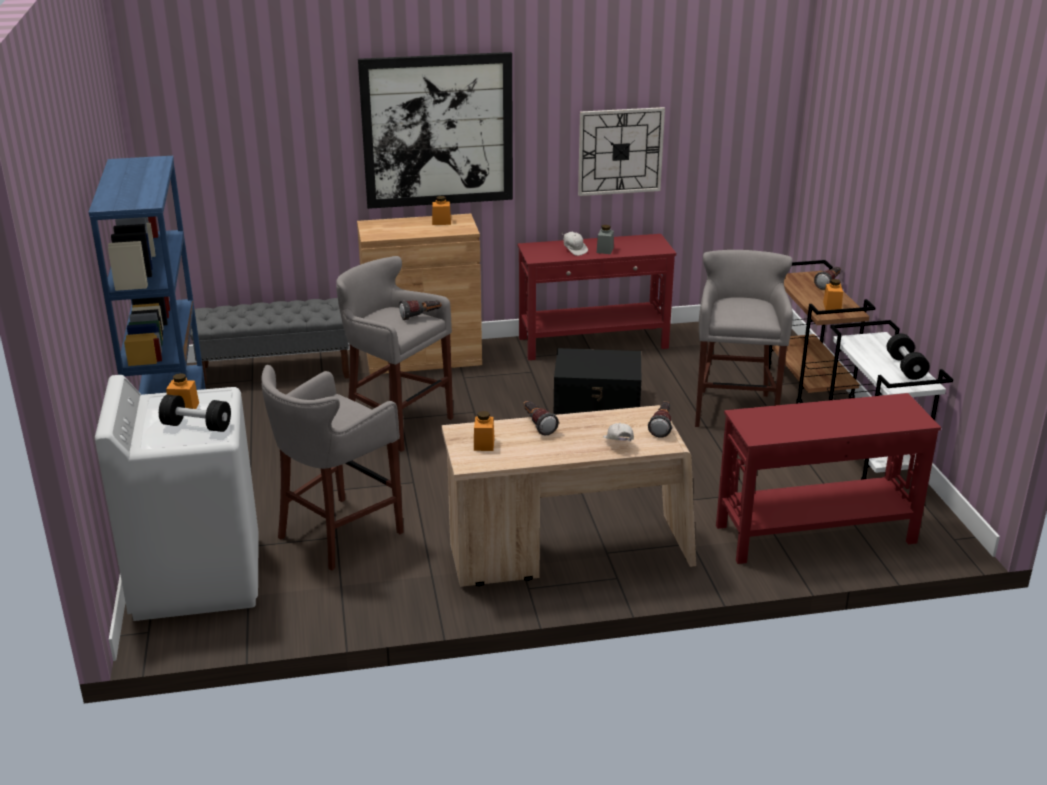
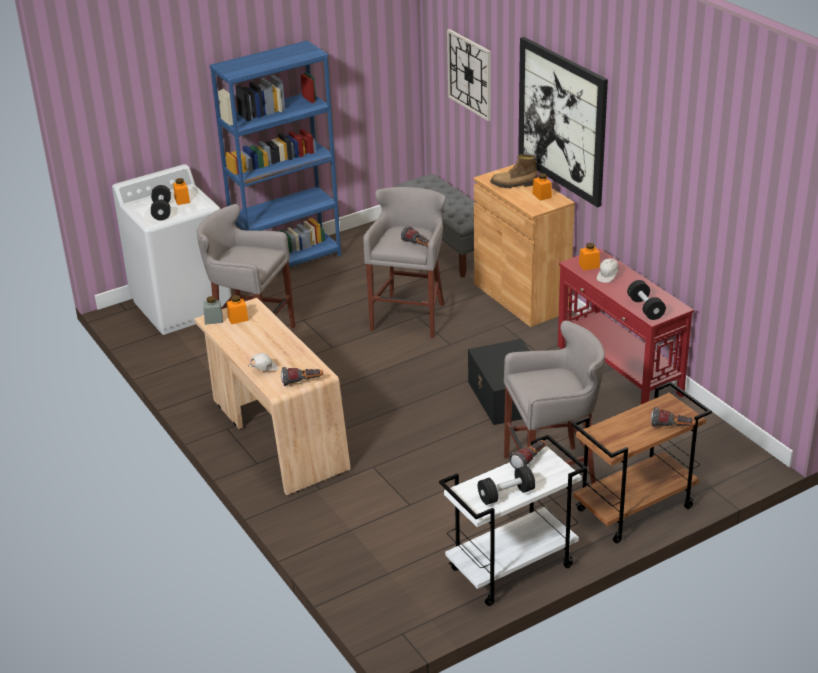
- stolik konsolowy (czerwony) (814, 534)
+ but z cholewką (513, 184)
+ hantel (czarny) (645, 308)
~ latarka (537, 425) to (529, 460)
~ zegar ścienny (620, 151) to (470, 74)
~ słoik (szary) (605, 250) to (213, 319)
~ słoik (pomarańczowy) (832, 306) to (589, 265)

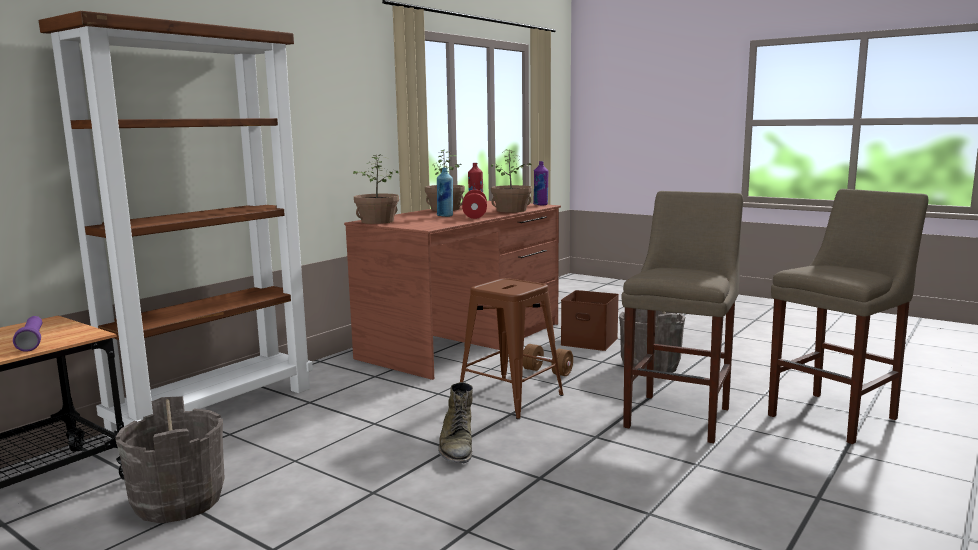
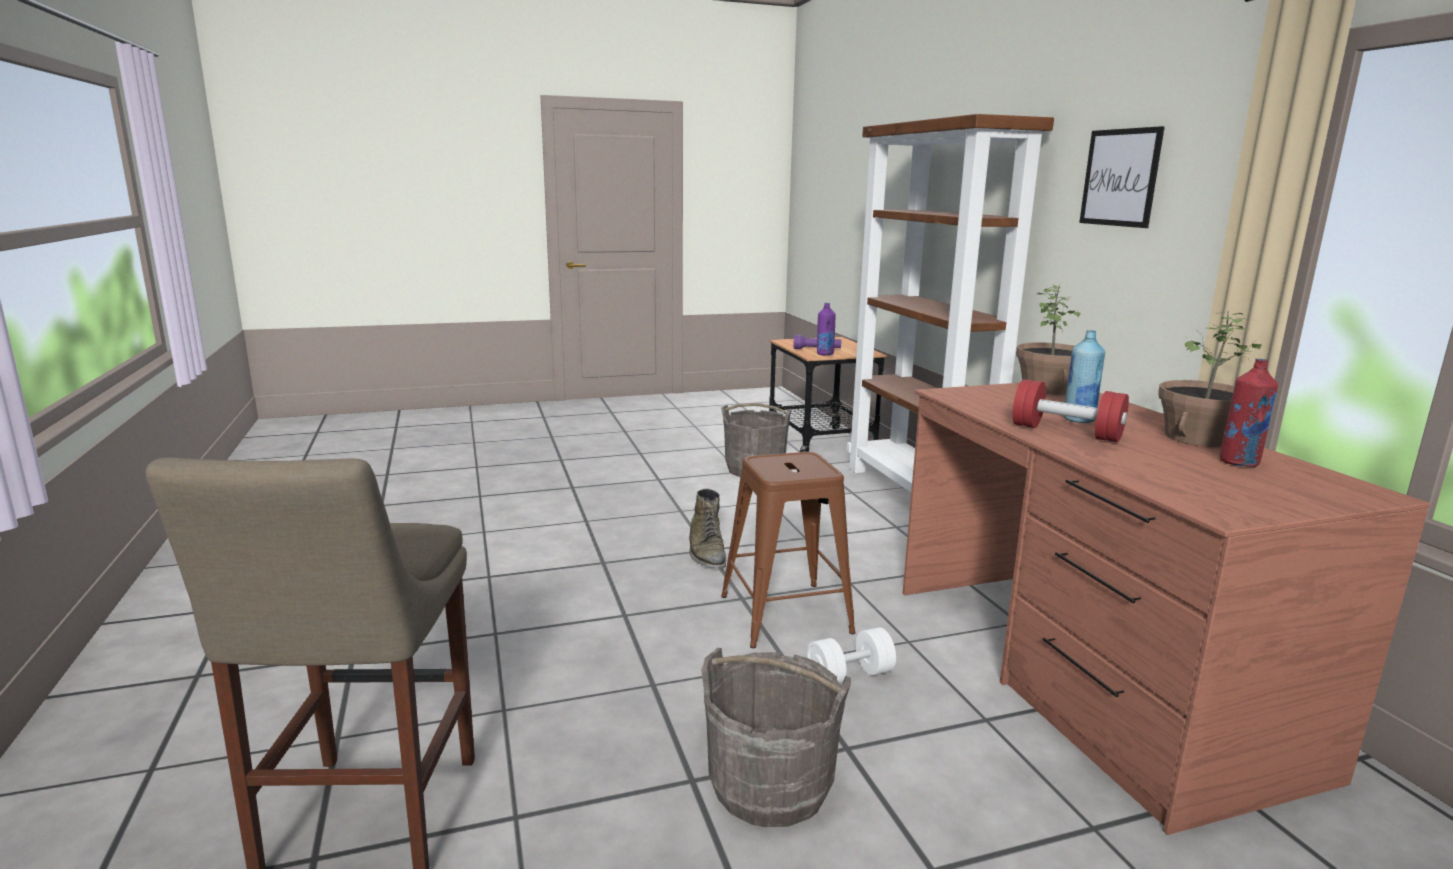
- roślina doniczkowa (511, 210)
- pojemnik do przechowywania (brązowy) (590, 341)
- stołek (beżowy) (680, 415)
+ obraz (1120, 177)
~ butelka (fioletowy) (540, 204) to (824, 354)
~ hantel (brązowy) (547, 372) to hantel (biały) (849, 676)
~ but z cholewką (zielony) (457, 446) = (706, 553) 135 degrees counterclockwise

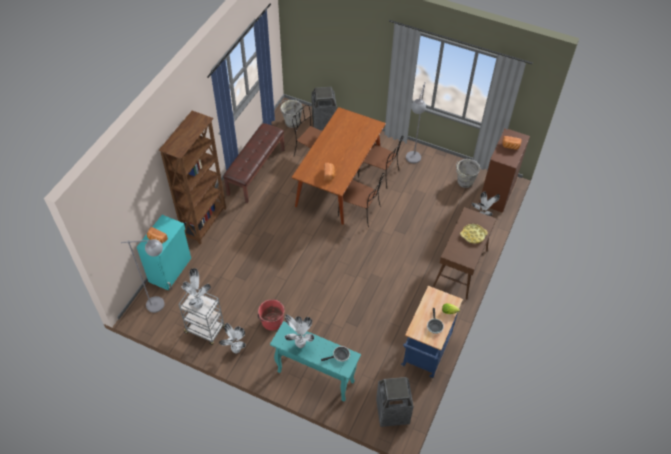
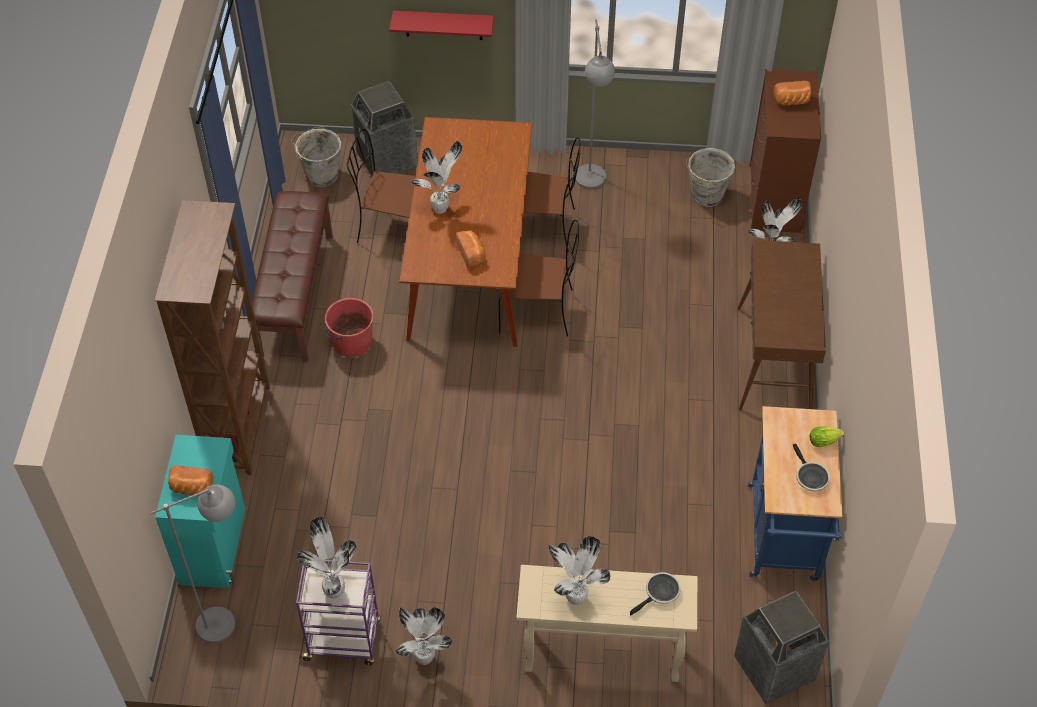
- taca (żółty) (473, 235)
+ półka (czerwony) (443, 25)
+ roślina doniczkowa (441, 208)
~ wiadro (czerwony) (272, 321) to (351, 342)
~ wózek (szary) (205, 330) to wózek (fioletowy) (343, 640)
~ stolik konsolowy (turkusowy) (315, 376) to stolik konsolowy (beżowy) (600, 655)

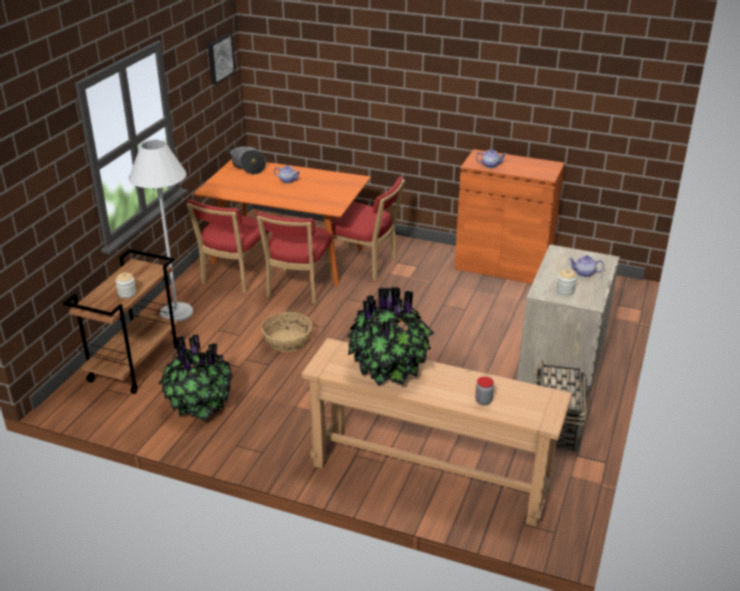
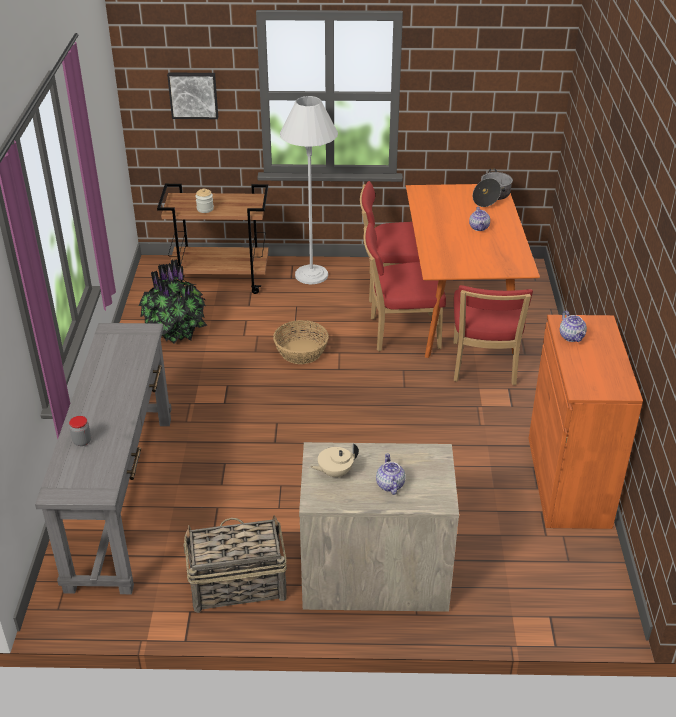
- roślina doniczkowa (389, 370)
~ obraz (219, 58) to (193, 94)
~ słoik (565, 291) to imbryk (beżowy) (334, 472)
~ stolik konsolowy (brązowy) (429, 475) to stolik konsolowy (szary) (122, 498)

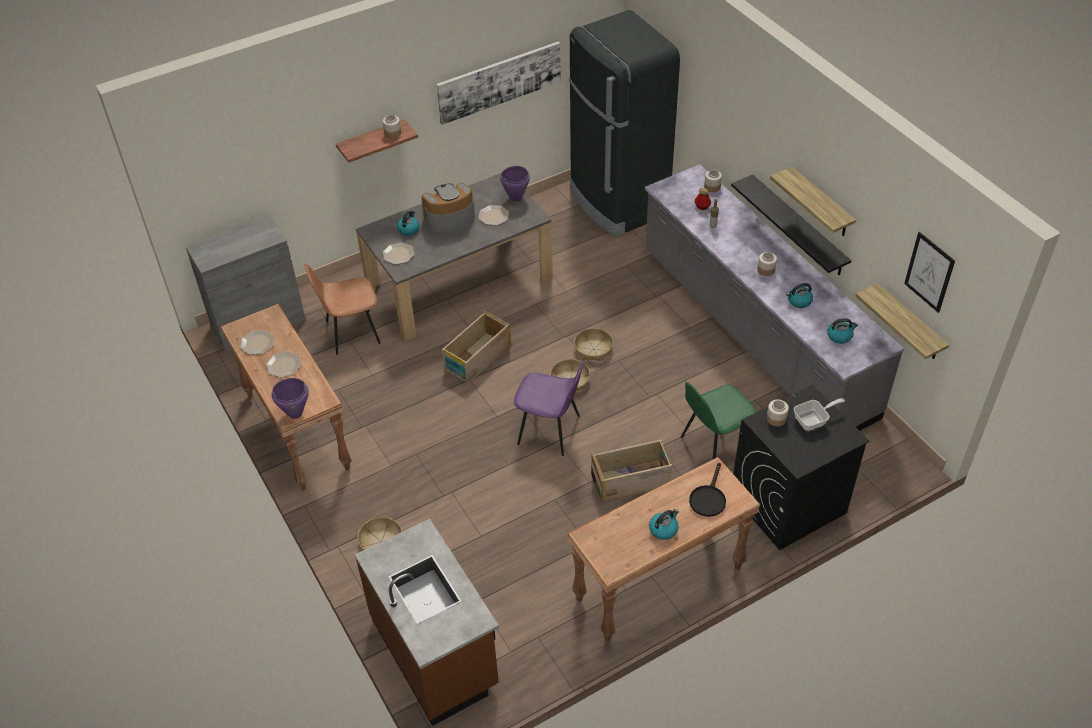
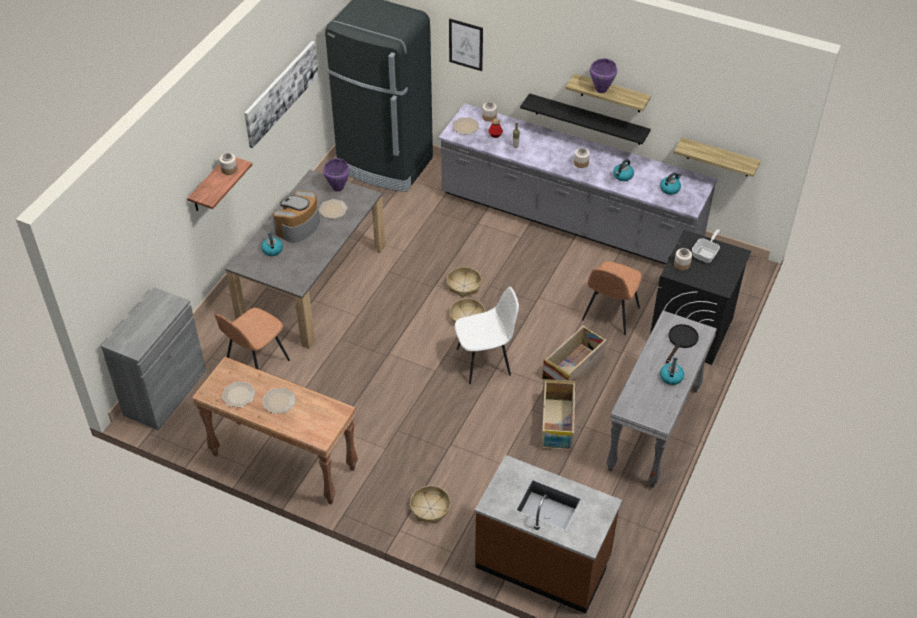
~ garnek (fioletowy) (295, 413) to (601, 90)
~ talerz (398, 254) to (465, 126)
~ skrzynka (477, 358) to (557, 425)
~ obraz (929, 272) to (466, 44)
~ krzesło (fioletowy) (550, 431) to krzesło (biały) (485, 361)
~ stolik konsolowy (brązowy) (659, 585) to stolik konsolowy (szary) (654, 430)
~ krzesło (zielony) (714, 446) to krzesło (brązowy) (610, 315)
~ patelnia (czarny) (708, 498) = (681, 341) 135 degrees counterclockwise

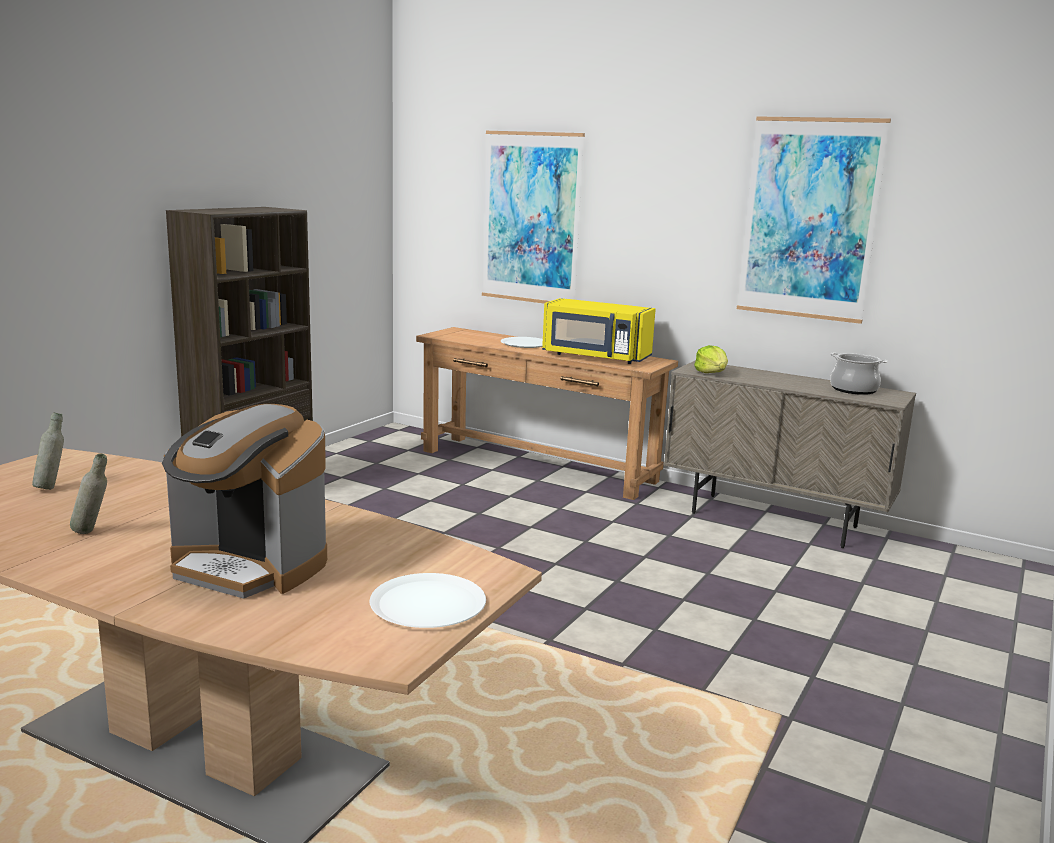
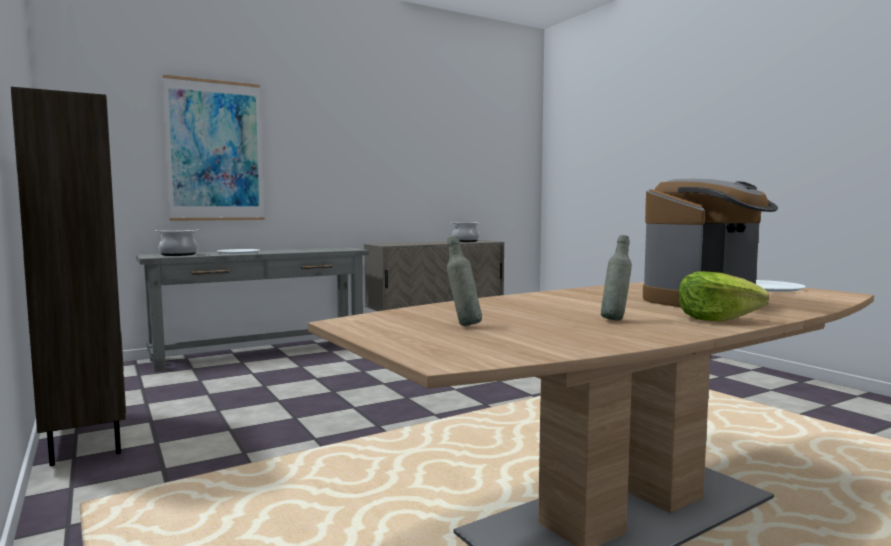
- mikrofalówka (żółty) (595, 357)
- obraz (809, 219)
+ garnek (178, 255)
~ sałata (711, 373) to (716, 319)
~ stolik konsolowy (brązowy) (537, 466) to stolik konsolowy (szary) (261, 352)

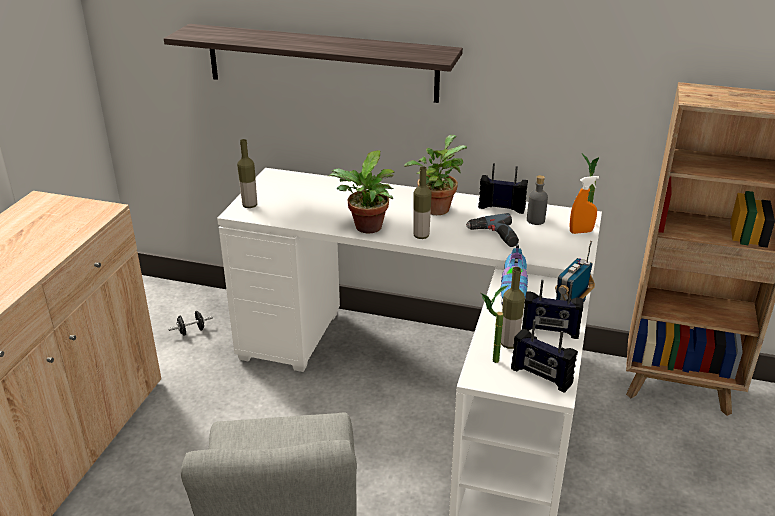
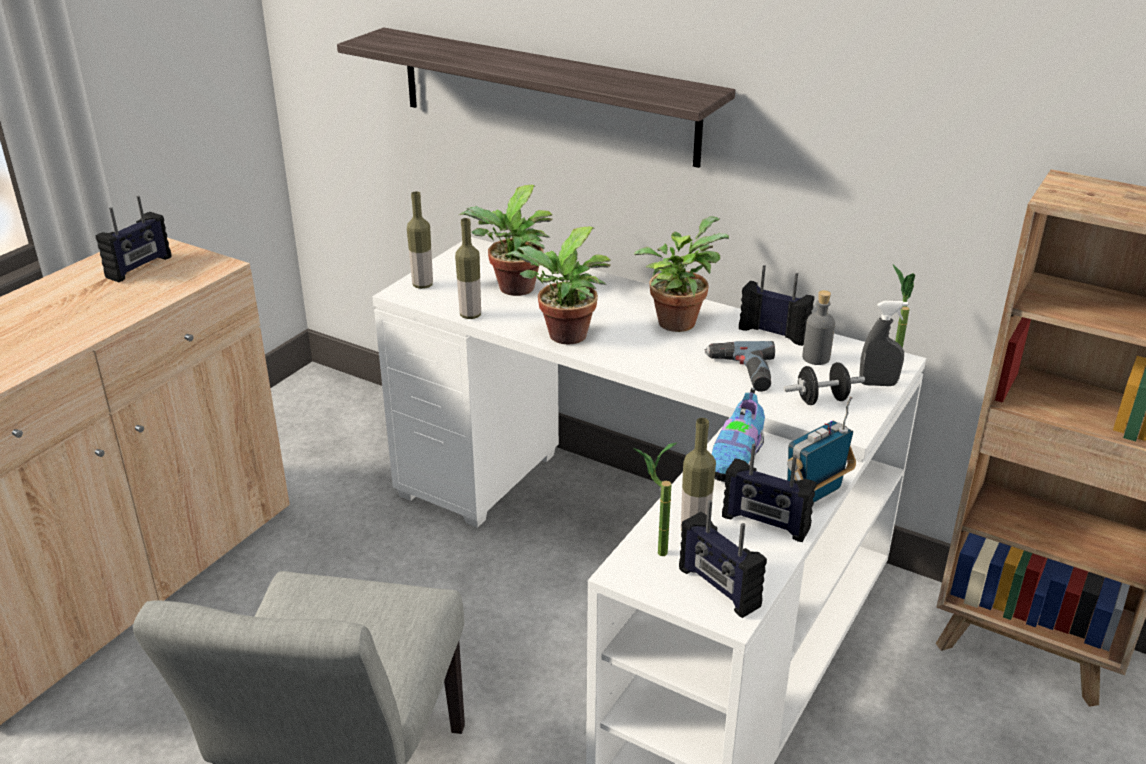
+ radio (140, 267)
+ roślina doniczkowa (513, 290)
~ hantel (czarny) (191, 331) to (821, 400)
~ butelka (421, 236) to (470, 315)
~ spryskiwacz (pomarańczowy) (581, 232) to spryskiwacz (szary) (878, 384)

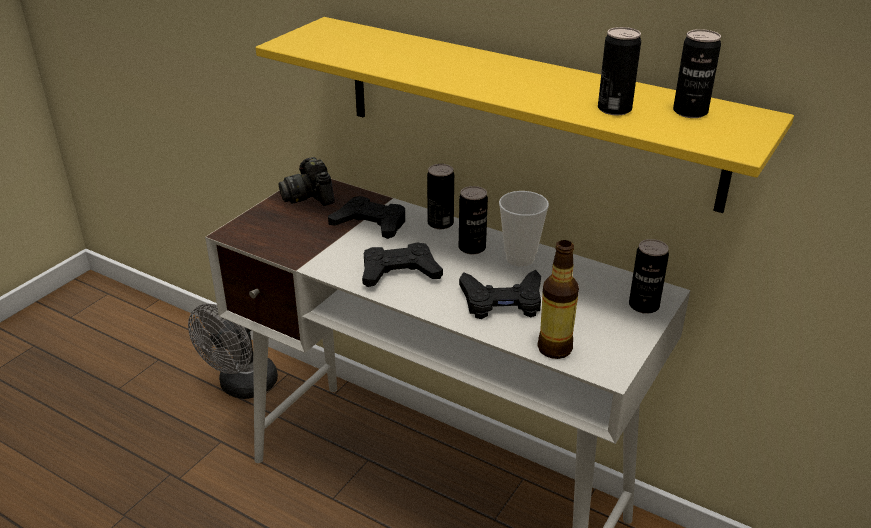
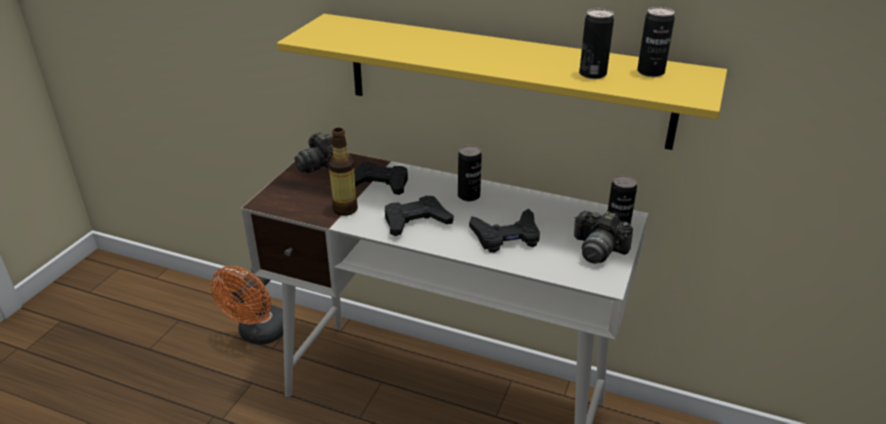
- puszka (440, 223)
- filiżanka (520, 258)
+ aparat fotograficzny (598, 249)
~ butelka (554, 349) to (345, 209)
~ wentylator (szary) (242, 387) to wentylator (pomarańczowy) (259, 334)

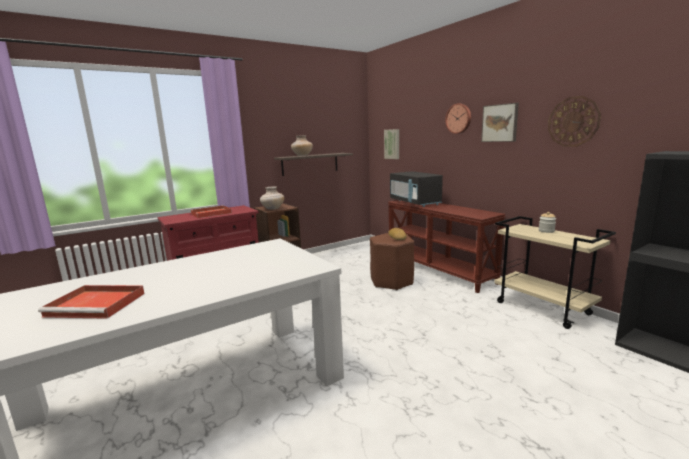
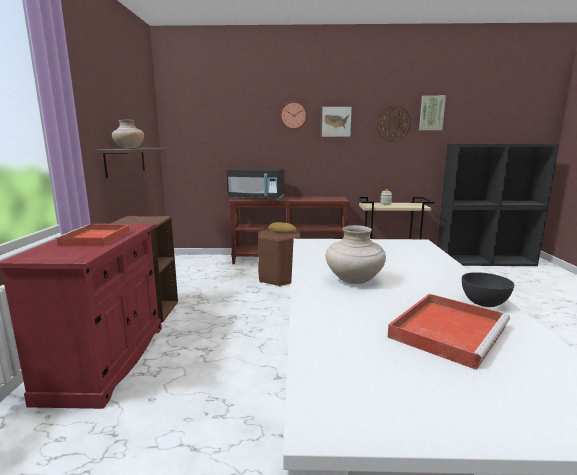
+ miska (szary) (483, 303)
~ wazon (beżowy) (272, 208) to (354, 280)
~ obraz (392, 144) to (431, 113)

